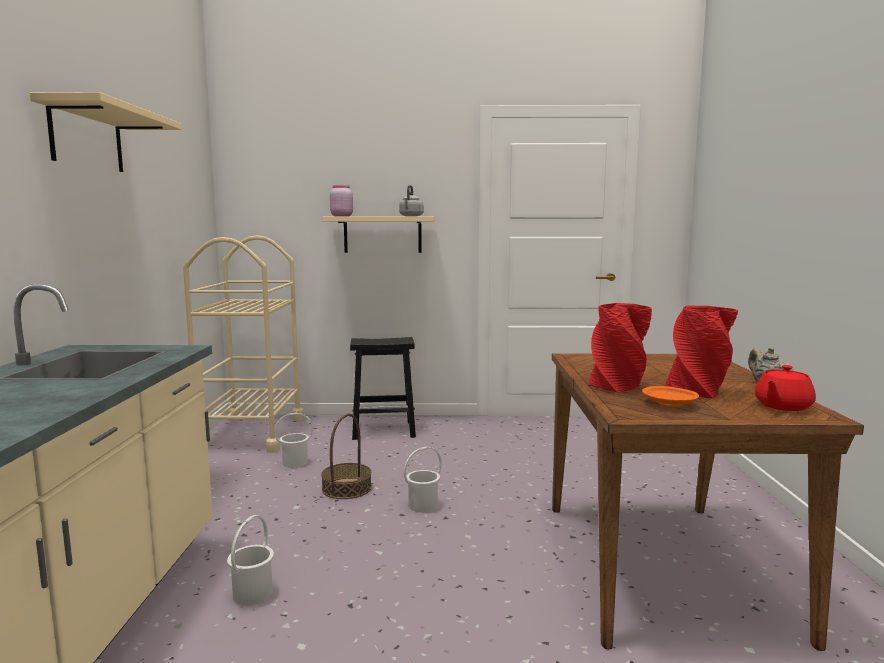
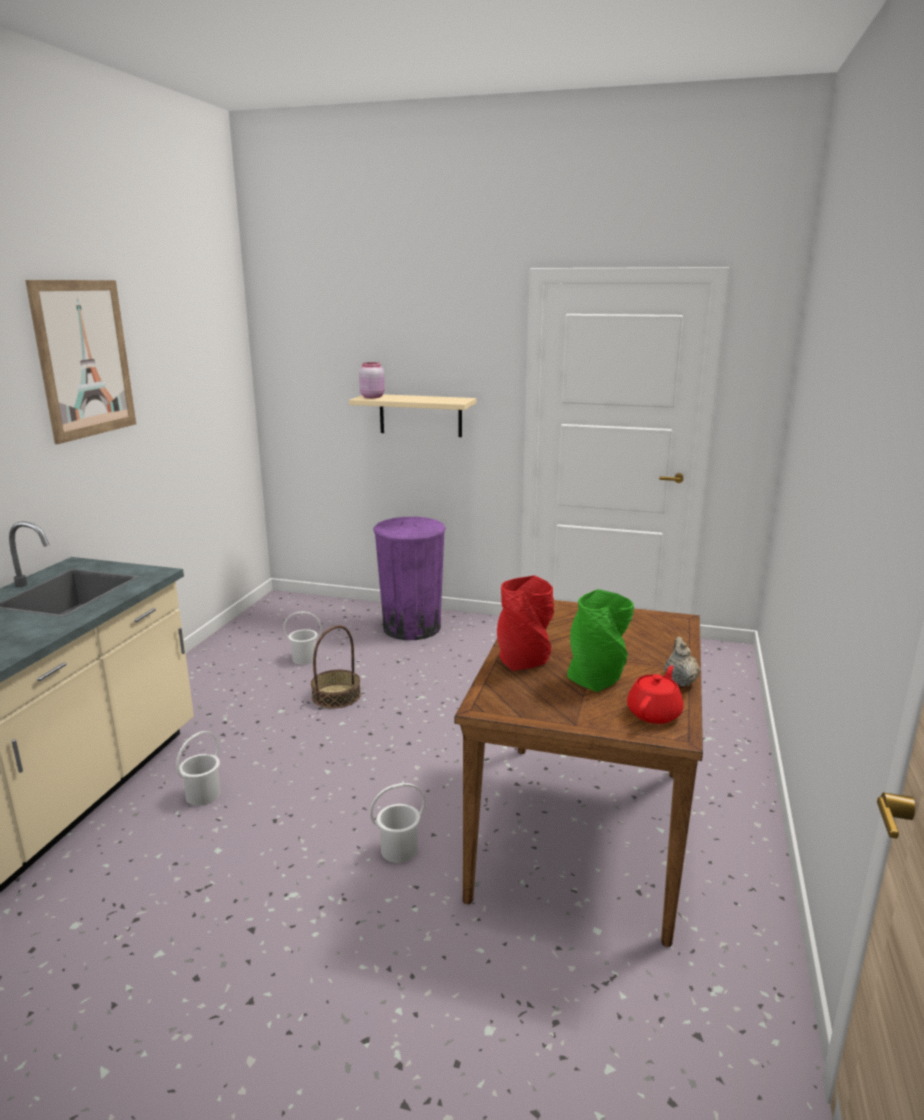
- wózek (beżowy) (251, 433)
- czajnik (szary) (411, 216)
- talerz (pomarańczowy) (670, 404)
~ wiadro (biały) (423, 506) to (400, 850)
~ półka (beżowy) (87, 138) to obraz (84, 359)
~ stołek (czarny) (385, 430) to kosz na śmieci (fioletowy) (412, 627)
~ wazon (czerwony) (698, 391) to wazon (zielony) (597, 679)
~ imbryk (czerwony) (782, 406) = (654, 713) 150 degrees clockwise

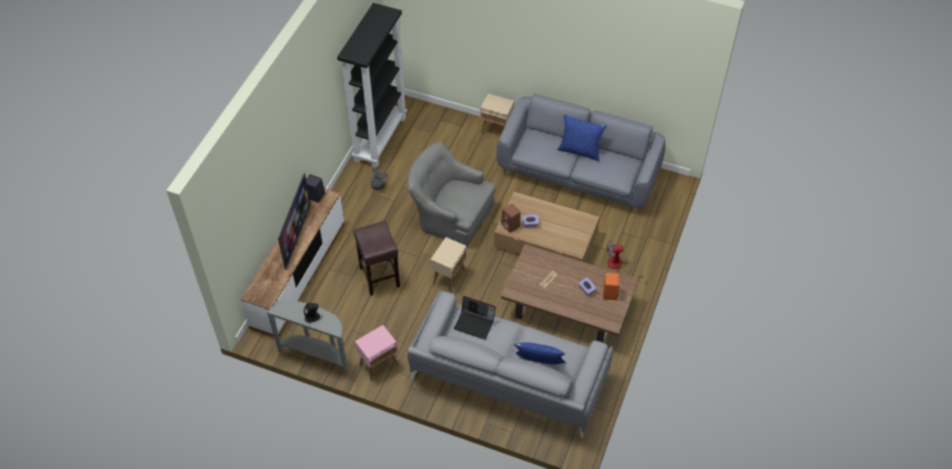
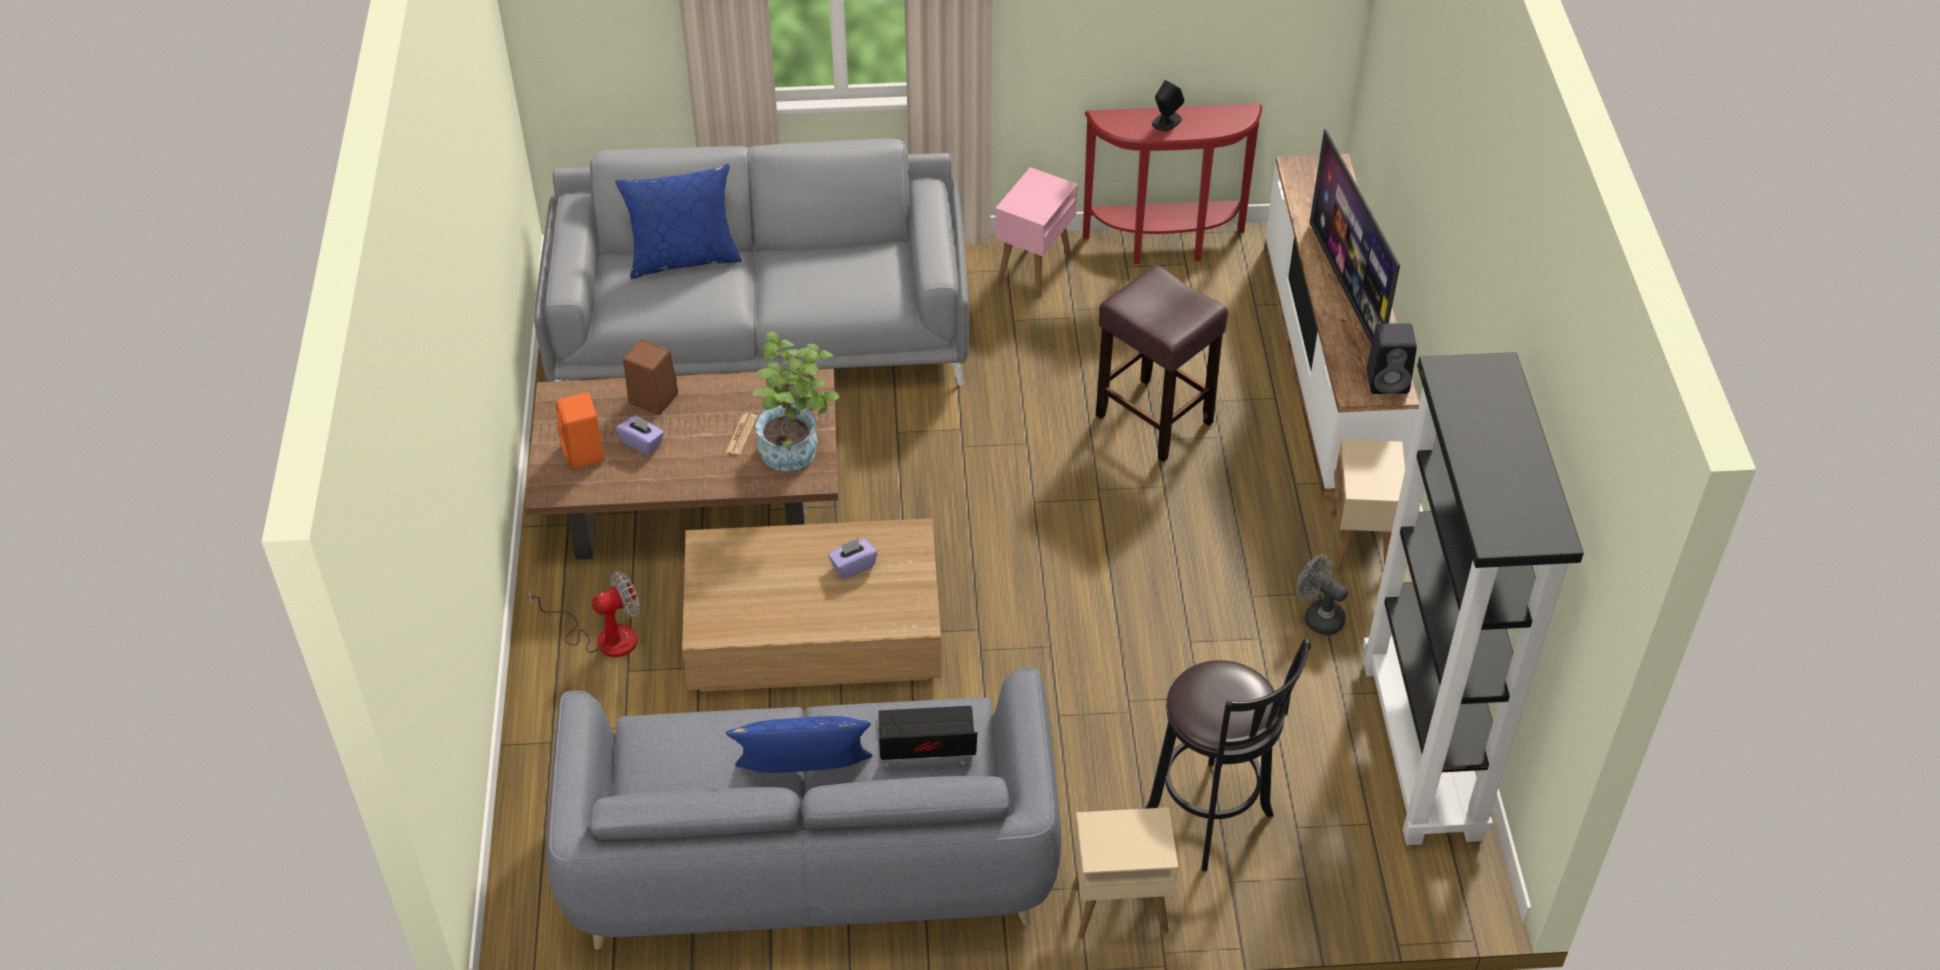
- fotel (szary) (450, 215)
+ roślina doniczkowa (797, 452)
+ stołek (czarny) (1213, 819)
~ stolik (beżowy) (449, 277) to (1359, 544)
~ laptop (475, 323) to (925, 742)
~ głośnik (brązowy) (511, 226) to (651, 398)
~ stolik konsolowy (szary) (316, 355) to stolik konsolowy (czerwony) (1166, 246)

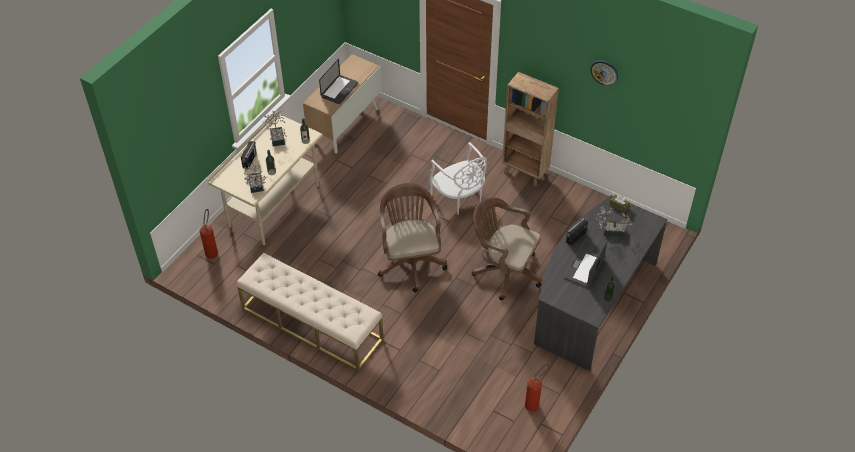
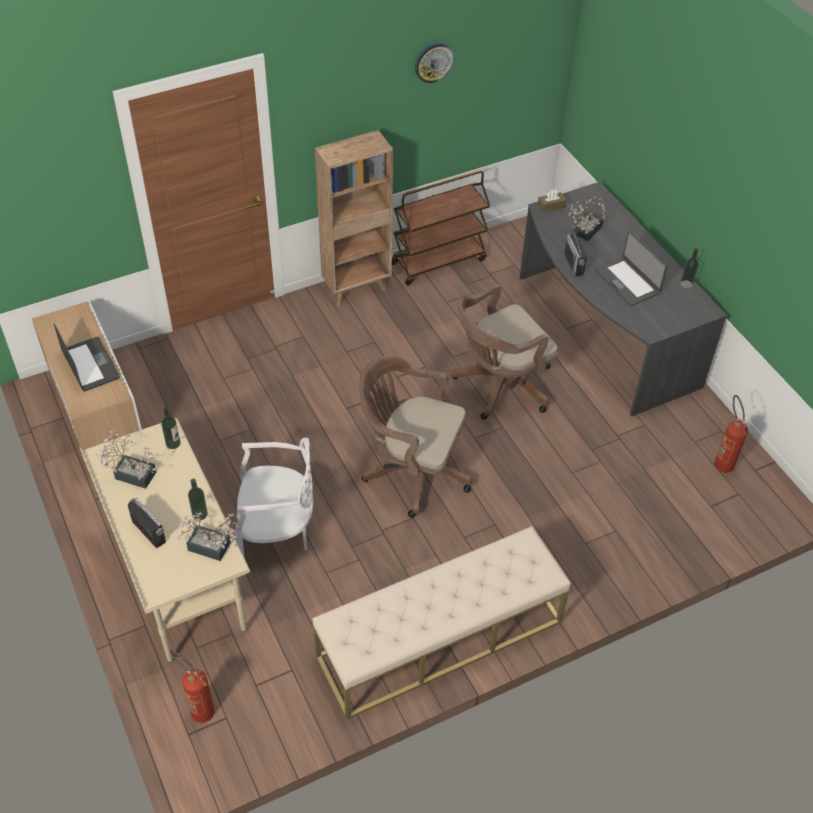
+ wózek (brązowy) (438, 261)
~ krzesło (biały) (459, 198) to (277, 530)

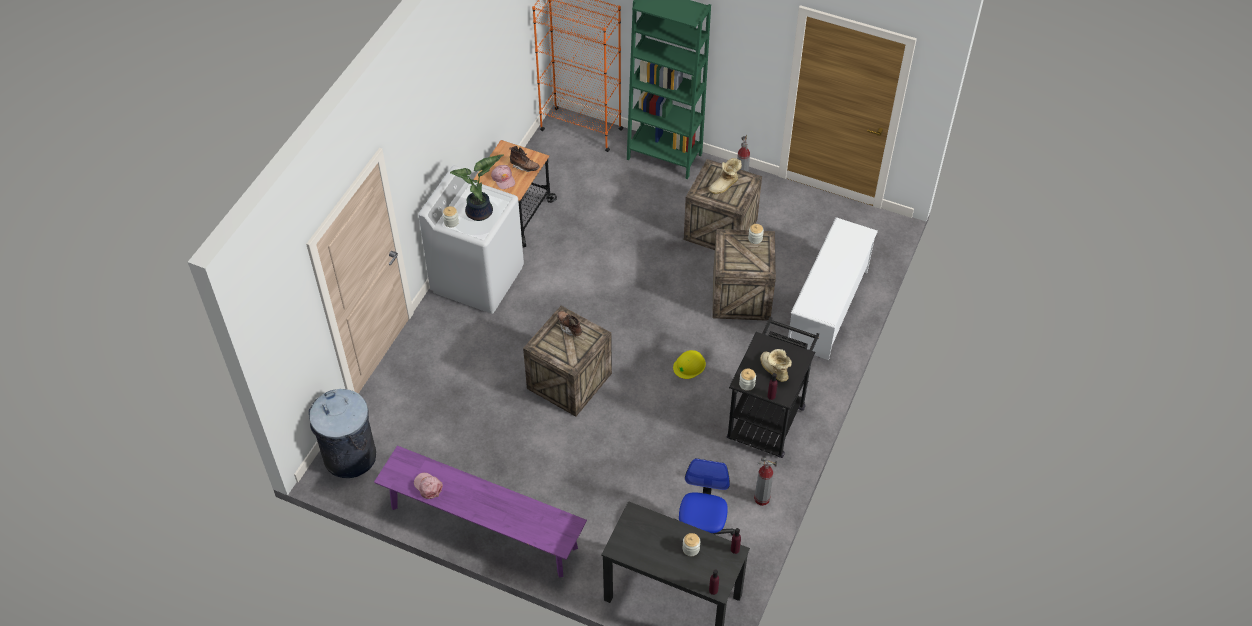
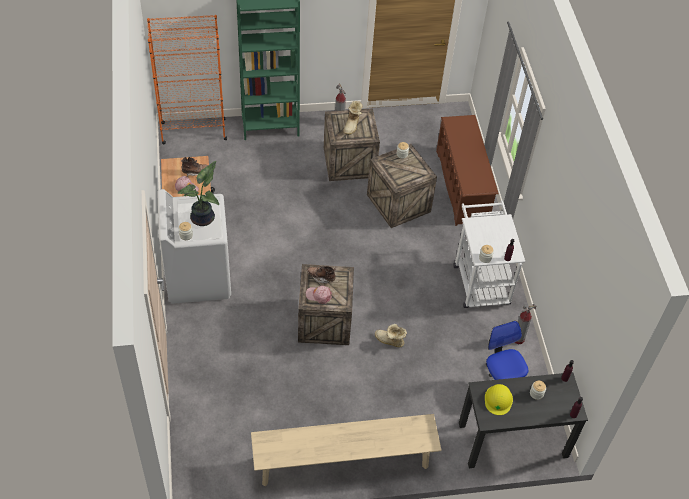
- kosz na śmieci (szary) (349, 456)
~ czapka z daszkiem (różowy) (428, 486) to (319, 295)
~ kask (żółty) (689, 365) to (498, 399)
~ but z cholewką (773, 371) to (389, 341)
~ ławka (fioletowy) (483, 527) to ławka (beżowy) (344, 462)
~ wózek (czarny) (768, 416) to wózek (biały) (479, 279)
~ regał na buty (biały) (828, 308) to regał na buty (brązowy) (462, 186)

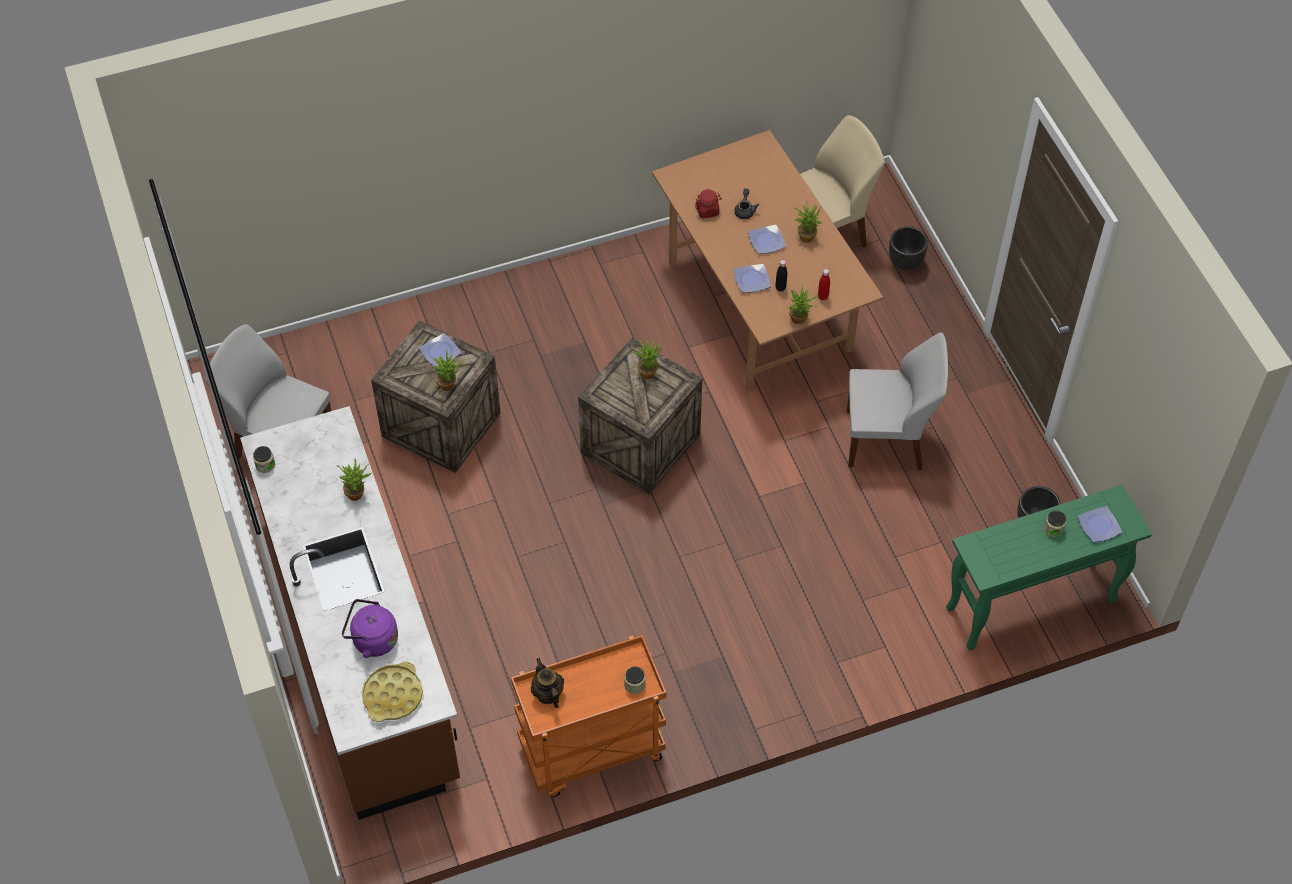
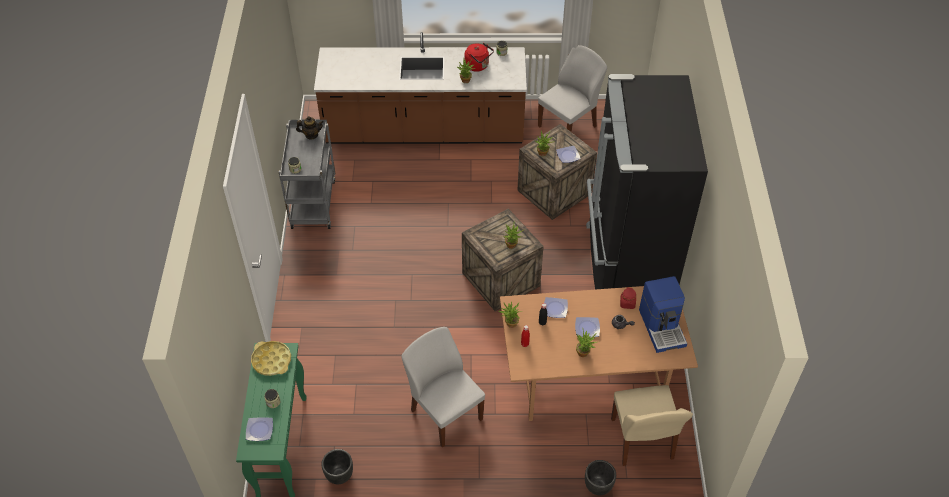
- czajnik (fioletowy) (372, 640)
+ czajnik (czerwony) (478, 66)
+ lodówka (czarny) (625, 268)
+ ekspres do kawy (662, 327)
~ taca (żółty) (393, 695) to (271, 360)
~ wózek (pomarańczowy) (591, 752) to wózek (szary) (312, 202)
~ krzesło (biały) (887, 440) = (445, 413) 120 degrees clockwise

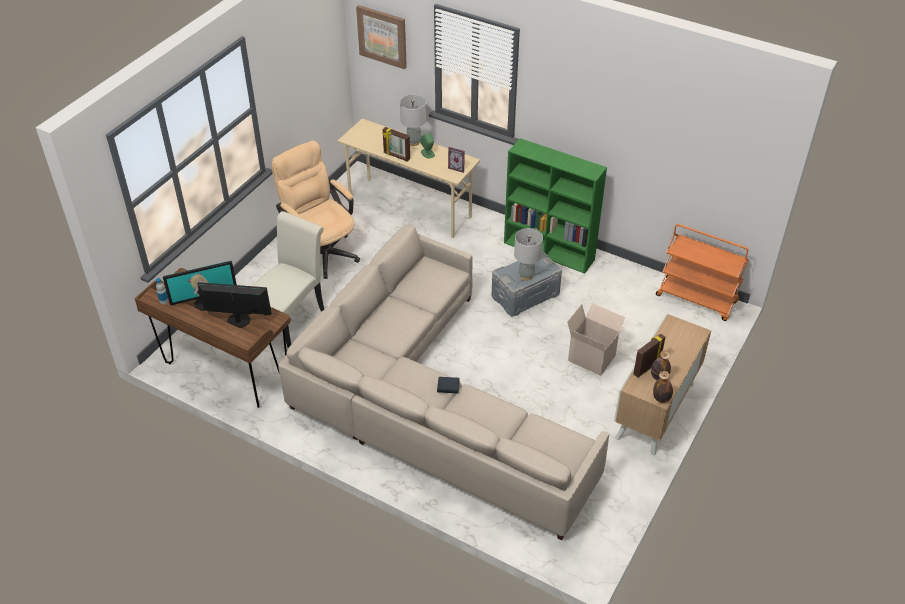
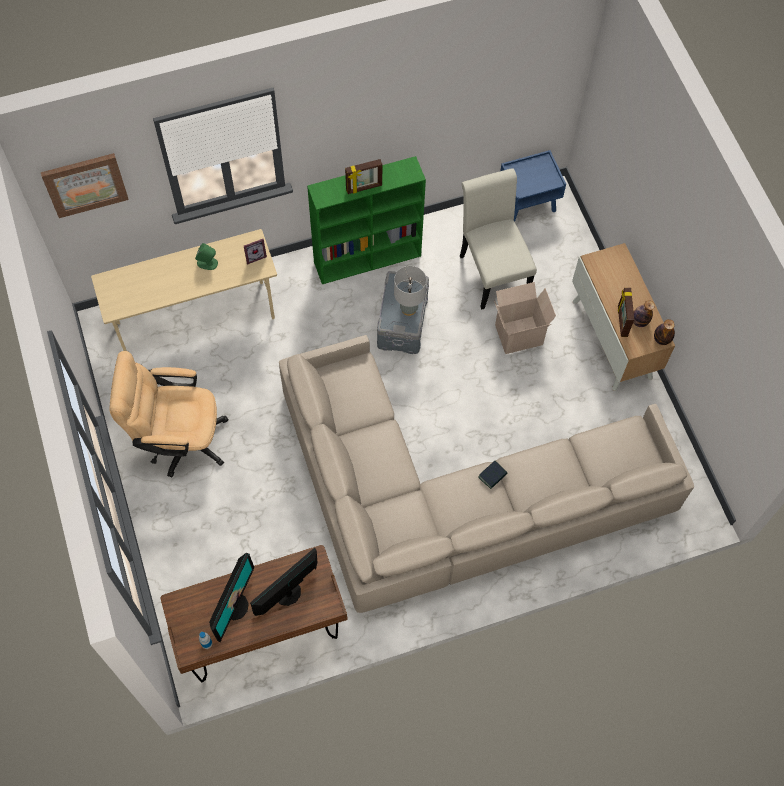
- lampa stołowa (szary) (414, 142)
~ krzesło (biały) (291, 317) to (492, 270)
~ ramka na zdjęcie (396, 156) to (364, 188)
~ wózek (pomarańczowy) (697, 299) to szafka nocna (niebieski) (528, 204)

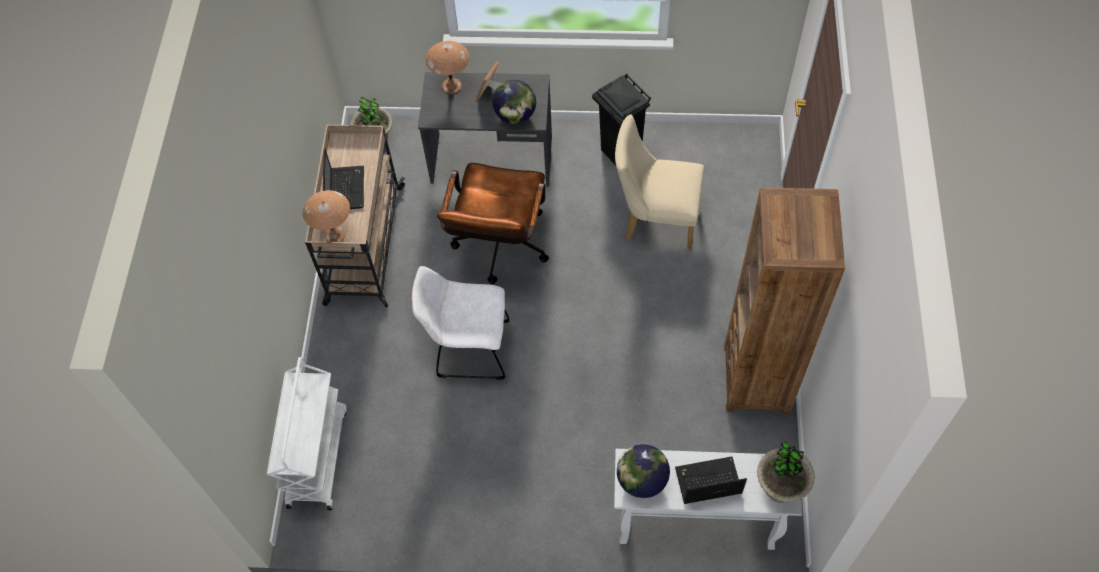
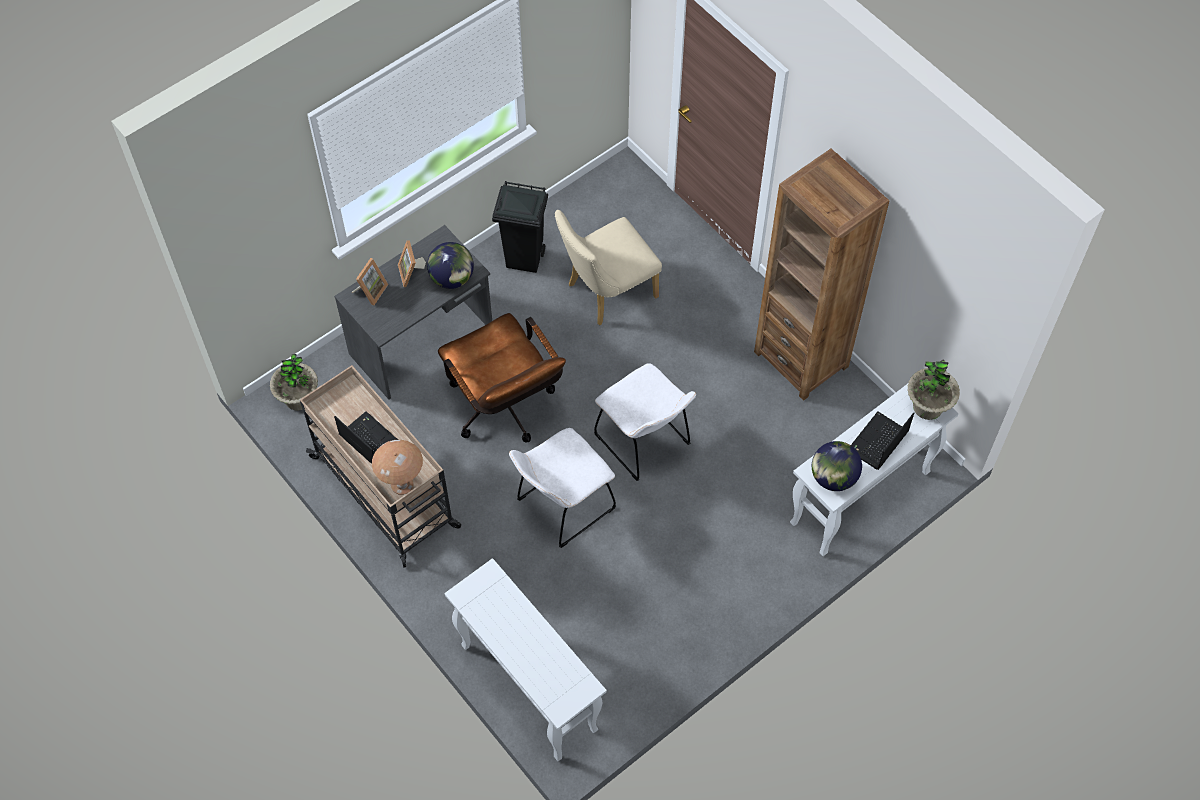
+ krzesło (biały) (645, 443)
~ wózek (biały) (317, 456) to stolik konsolowy (biały) (527, 687)
~ lampa stołowa (brązowy) (452, 85) to ramka na zdjęcie (371, 291)

